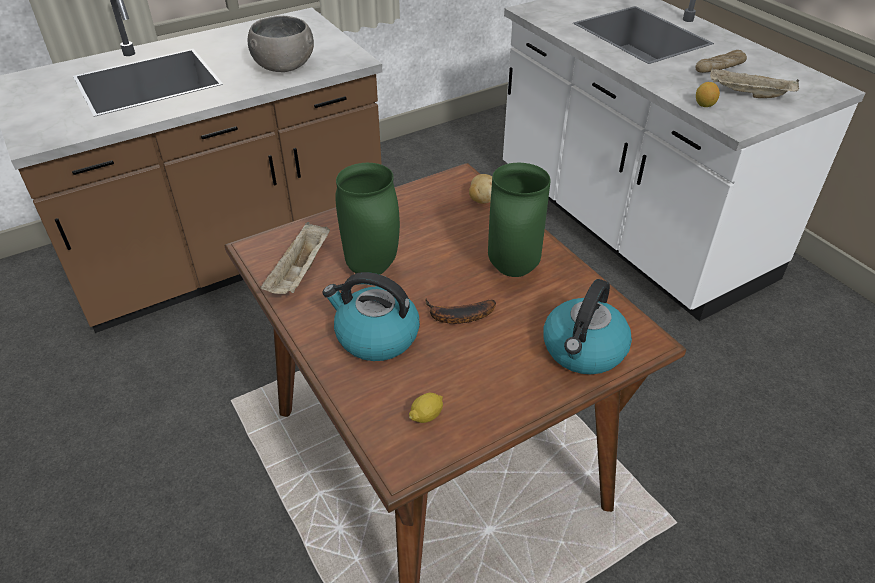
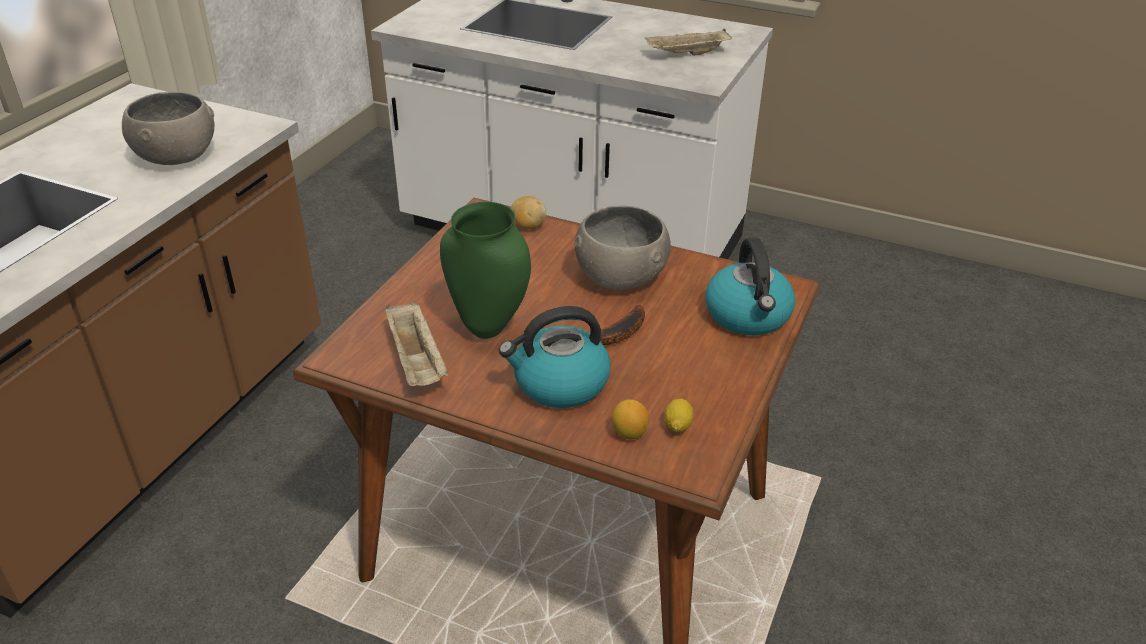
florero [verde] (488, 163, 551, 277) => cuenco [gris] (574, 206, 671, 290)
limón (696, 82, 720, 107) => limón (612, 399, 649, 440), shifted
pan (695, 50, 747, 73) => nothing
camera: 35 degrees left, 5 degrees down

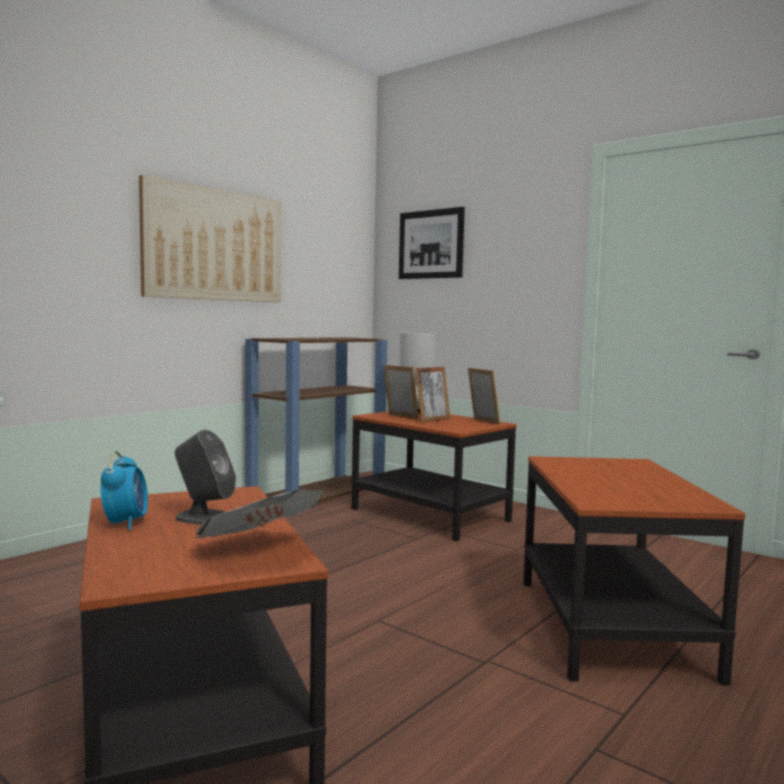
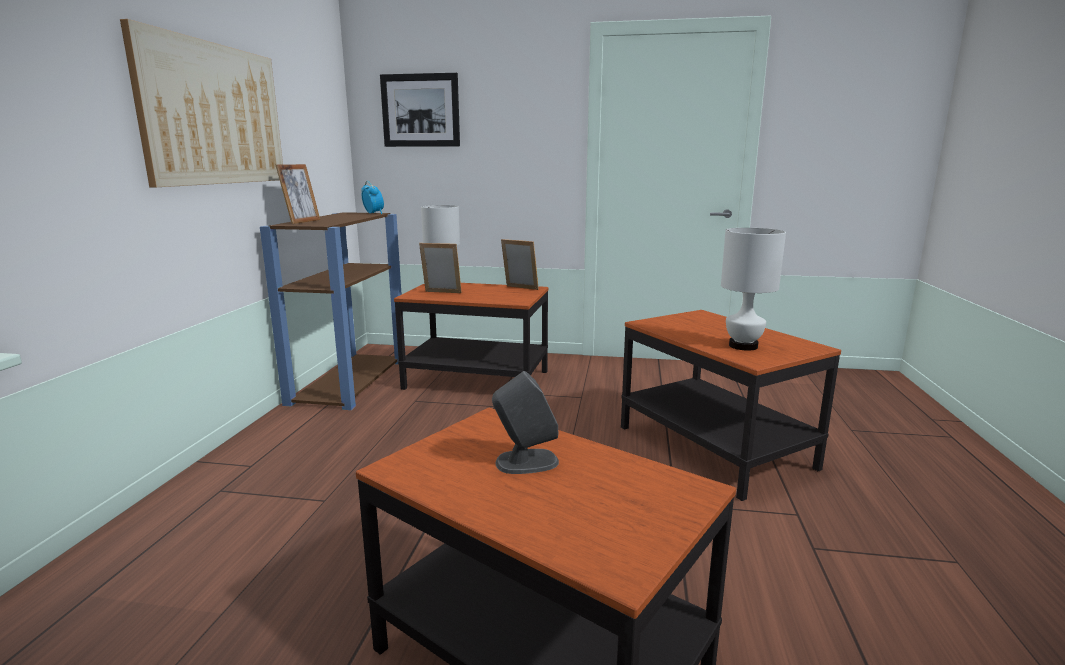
portarretratos (415, 367, 450, 423) => portarretratos (276, 164, 320, 224), shifted
despertador (100, 451, 148, 530) => despertador (361, 181, 384, 214), shifted
nothing => lámpara de mesa [blanco] (721, 228, 786, 351)
periódico (195, 489, 323, 538) => nothing
camera: 30 degrees left, 10 degrees up

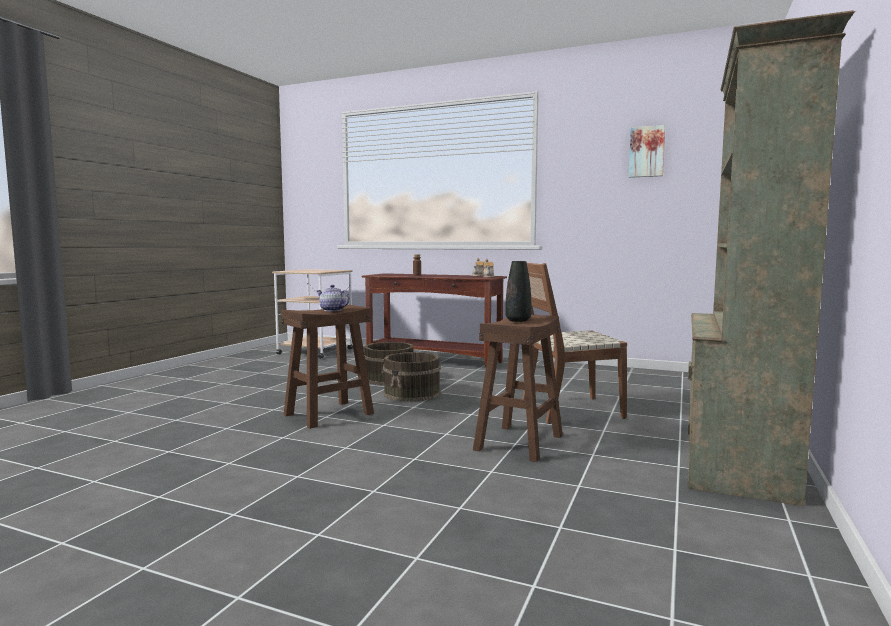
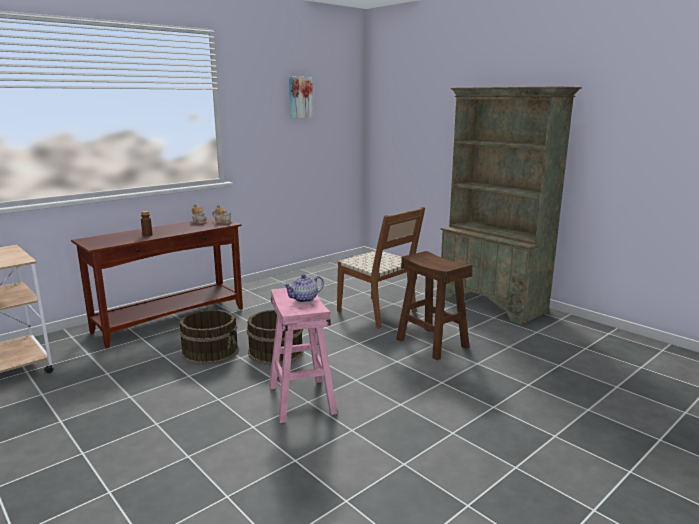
taburete [marrón] (281, 304, 374, 429) => taburete [rosa] (269, 288, 337, 423)
silla (522, 263, 627, 424) => silla (337, 207, 425, 329), 60 degrees counterclockwise
florero [negro] (505, 261, 531, 322) => nothing
camera: 65 degrees left, 10 degrees up

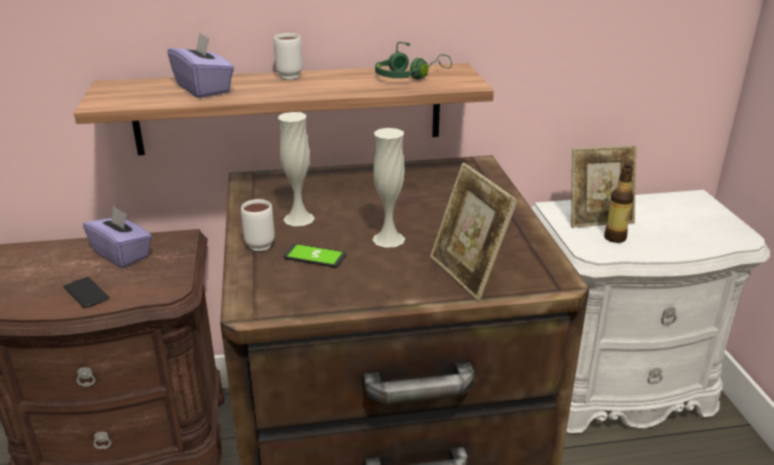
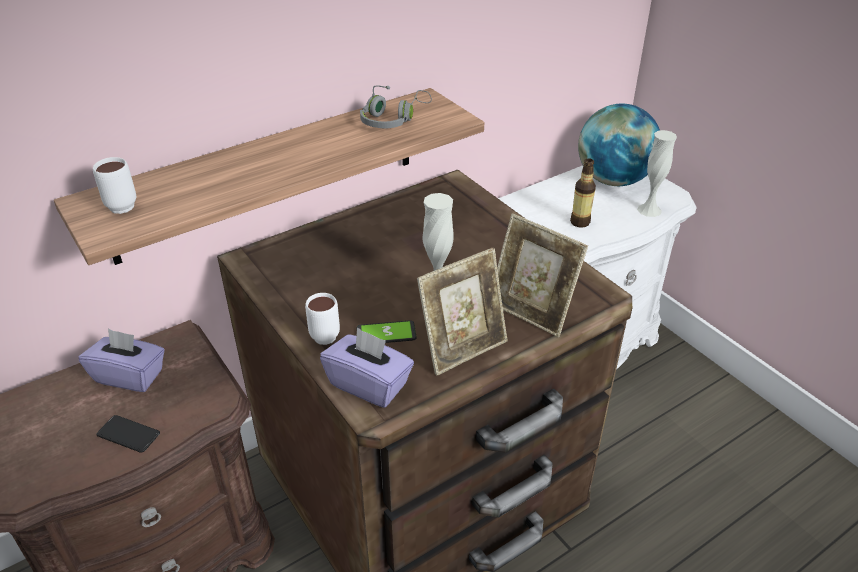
taza grande [blanco] (274, 33, 303, 79) => taza grande [blanco] (93, 157, 136, 214), shifted
caja de pañuelos [morado] (167, 33, 234, 98) => caja de pañuelos [morado] (320, 327, 414, 408), shifted
auriculares [verde] (375, 42, 452, 80) => auriculares [gris] (360, 85, 432, 128)
portarretratos (571, 146, 637, 228) => portarretratos (417, 248, 508, 376), shifted
nothing => globo terráqueo (578, 104, 660, 186)
florero [blanco] (278, 112, 315, 226) => florero [blanco] (637, 130, 677, 217), shifted
camera: 25 degrees left, 10 degrees up

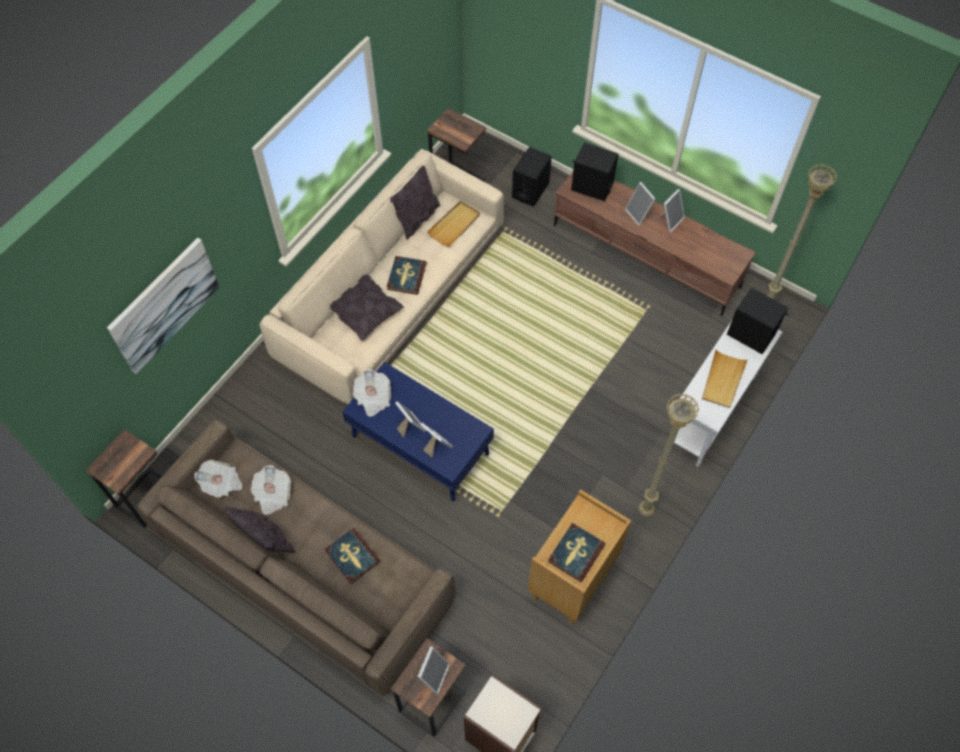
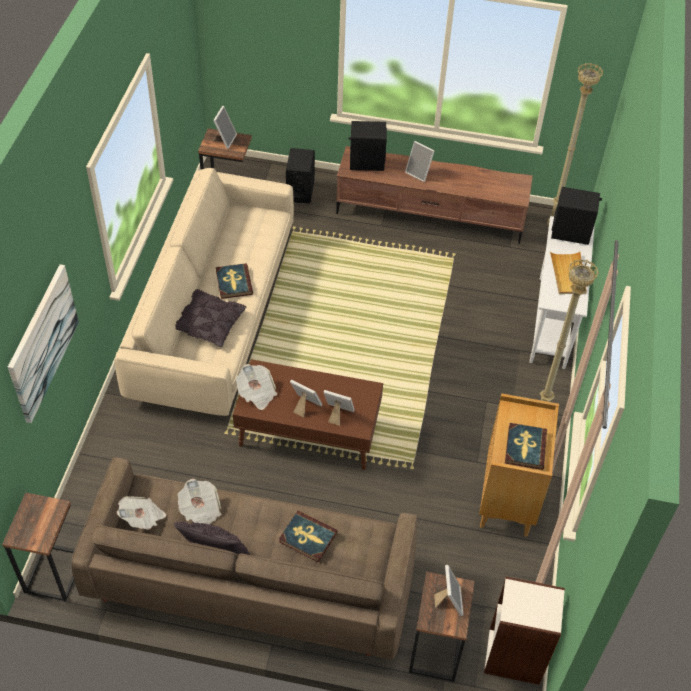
portarretratos (658, 189, 685, 232) => portarretratos (213, 106, 237, 149), shifted
mesa de centro [azul] (342, 362, 494, 501) => mesa de centro [marrón] (233, 359, 383, 470)
cojín [negro] (390, 166, 440, 240) => nothing
bandeja [beis] (427, 201, 480, 247) => nothing
camera: 25 degrees left, 10 degrees down

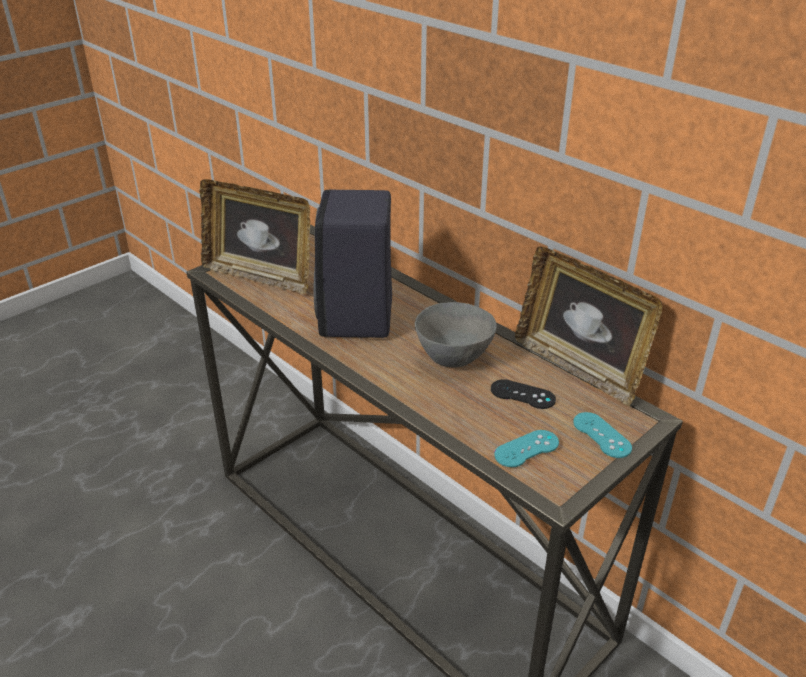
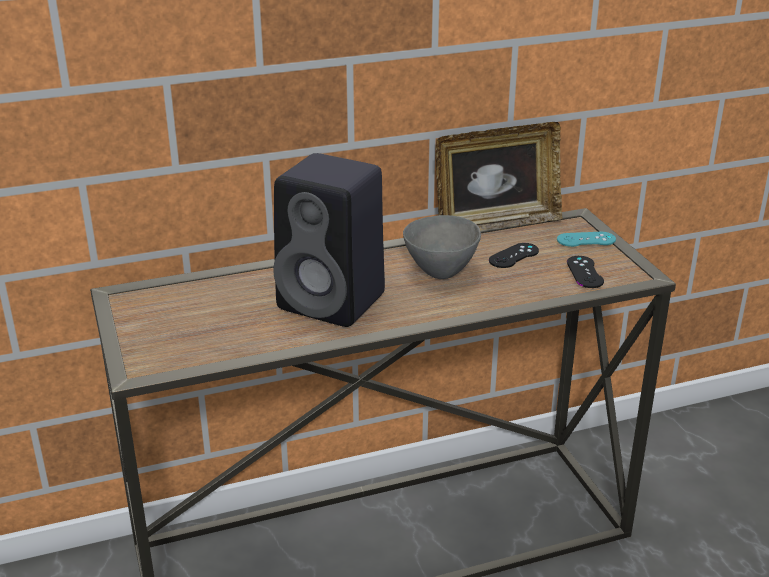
mando de consola [turquesa] (494, 430, 559, 467) => mando de consola [negro] (567, 256, 604, 288)
portarretratos (199, 179, 310, 294) => nothing
camera: 65 degrees left, 5 degrees down

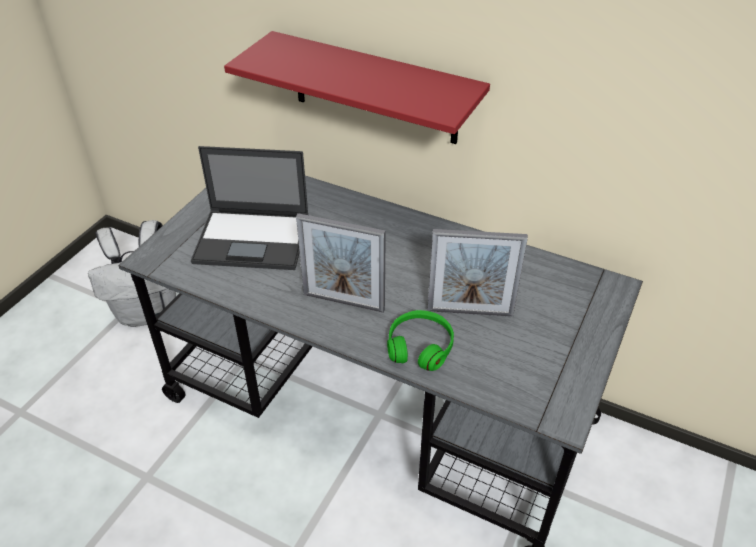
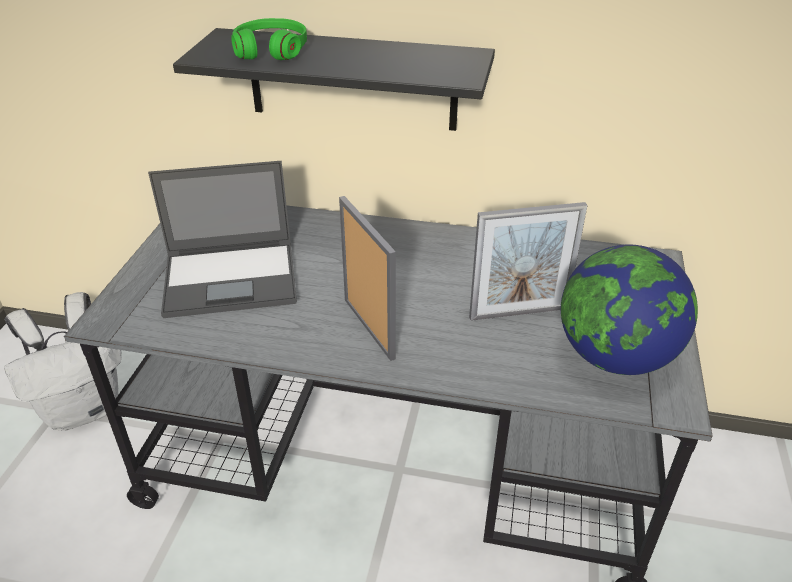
estante [rojo] (224, 31, 490, 144) => estante [negro] (173, 28, 495, 131)
auriculares [verde] (387, 310, 454, 371) => auriculares [verde] (231, 18, 307, 60), shifted
portarretratos (296, 213, 386, 313) => portarretratos (339, 196, 396, 361), 120 degrees counterclockwise
nothing => globo terráqueo (561, 245, 698, 375)
camera: 15 degrees left, 5 degrees down

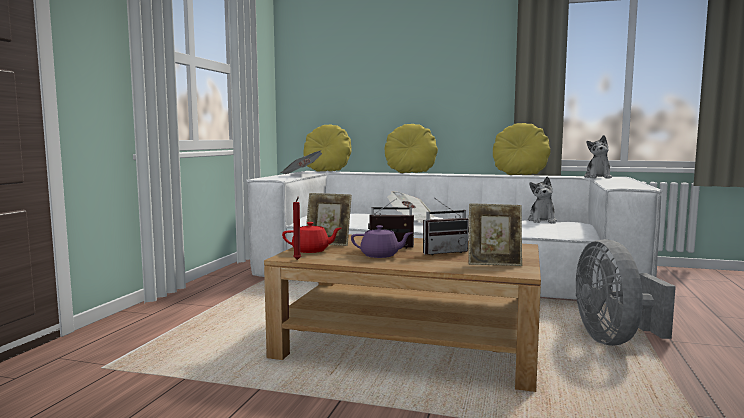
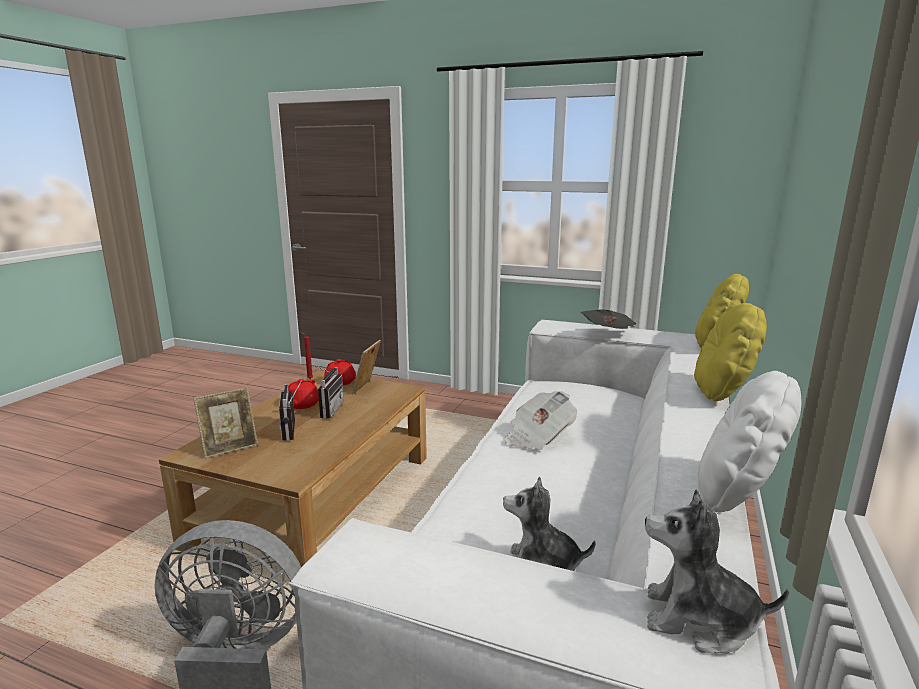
portarretratos (469, 204, 522, 266) => portarretratos (193, 388, 258, 459), 135 degrees counterclockwise
tetera [morado] (351, 225, 412, 258) => tetera [rojo] (288, 379, 319, 409)
cojín [amarillo] (493, 123, 550, 175) => cojín [blanco] (698, 371, 801, 512)
camera: 95 degrees right, 10 degrees up

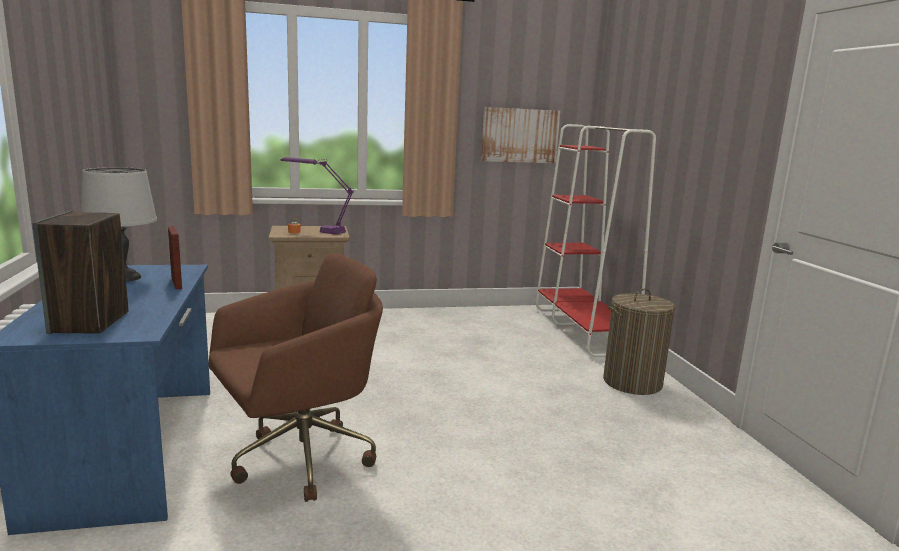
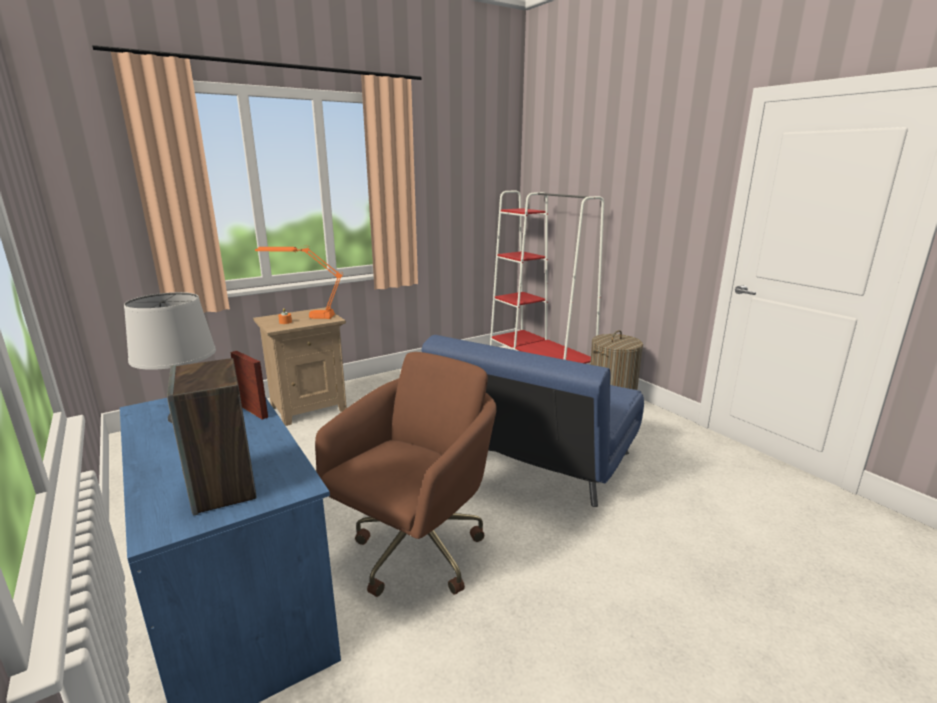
lámpara de mesa [morado] (281, 157, 354, 235) => lámpara de mesa [naranja] (255, 246, 342, 319)
nothing => sillón [azul] (422, 335, 644, 507)
cuadro (481, 107, 561, 163) => nothing
camera: 20 degrees left, 5 degrees up

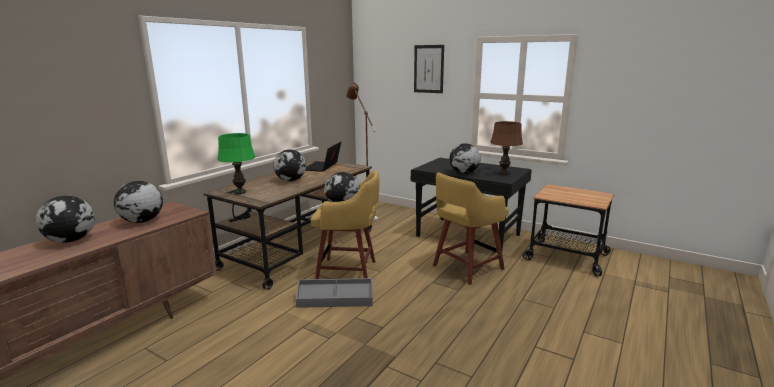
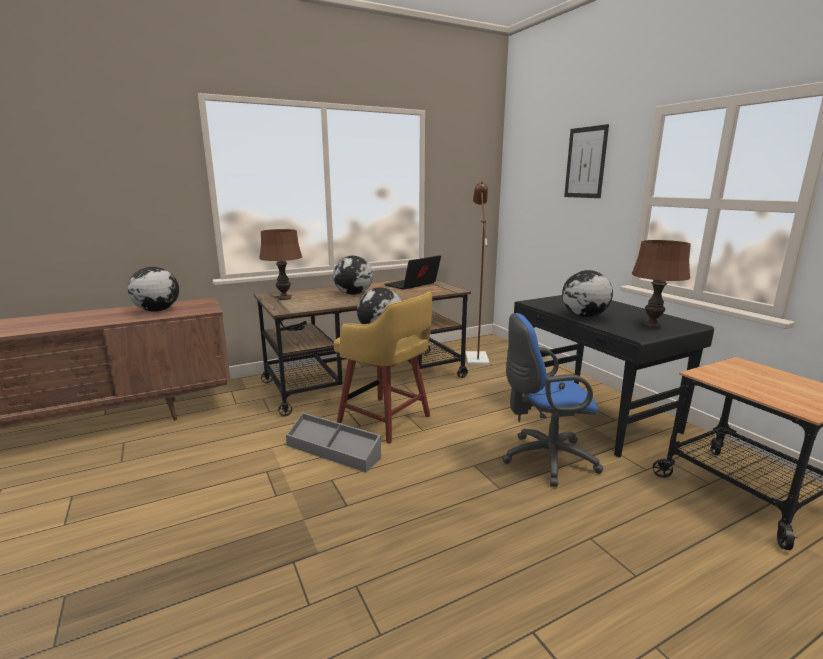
lámpara de mesa [verde] (217, 133, 255, 194) => lámpara de mesa [marrón] (259, 229, 302, 300)
taburete [amarillo] (433, 172, 509, 285) => silla de oficina [azul] (502, 313, 603, 487)
globo terráqueo (36, 196, 95, 243) => nothing
camera: 30 degrees right, 0 degrees up

